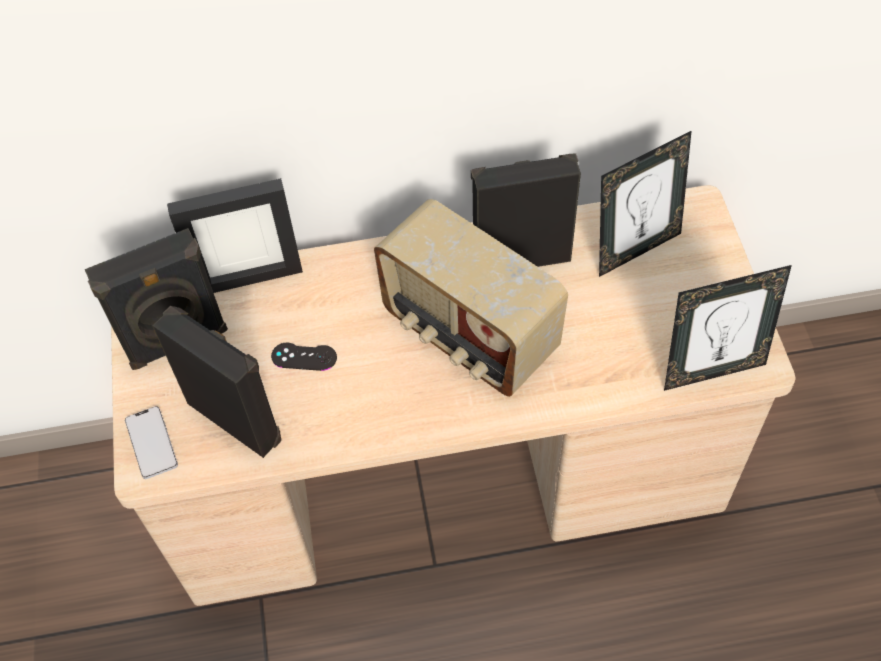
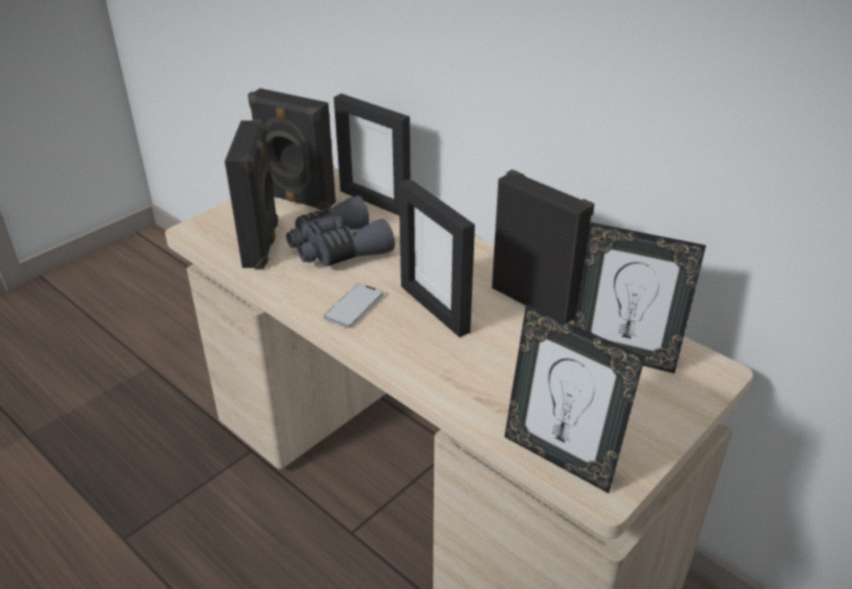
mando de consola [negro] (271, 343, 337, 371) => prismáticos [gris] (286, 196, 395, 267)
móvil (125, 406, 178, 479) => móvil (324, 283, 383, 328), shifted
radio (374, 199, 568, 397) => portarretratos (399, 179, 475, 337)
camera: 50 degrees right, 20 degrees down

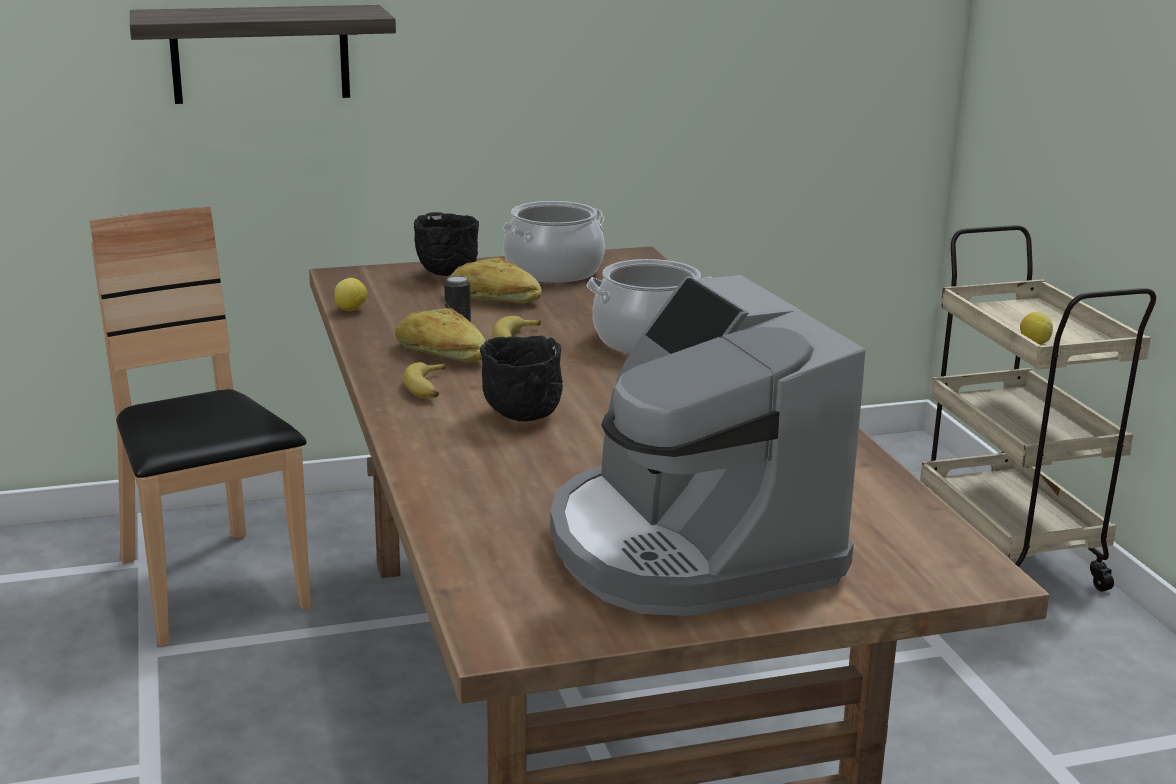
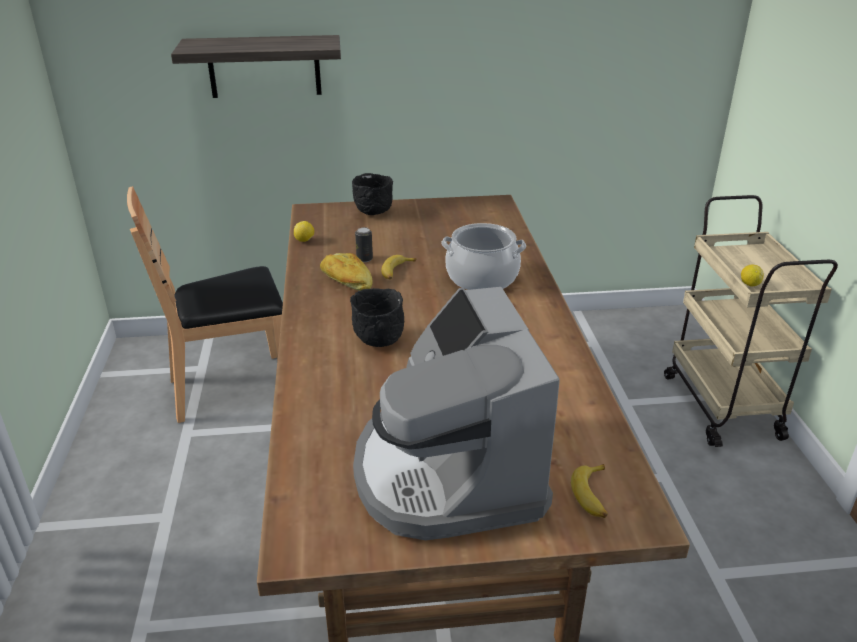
silla [marrón] (90, 207, 311, 646) => silla [marrón] (127, 186, 283, 423), 90 degrees counterclockwise
plátano (403, 362, 445, 399) => plátano (571, 464, 608, 518), shifted
pan (450, 257, 542, 304) => nothing
olla (503, 201, 605, 283) => nothing
camera: 10 degrees right, 10 degrees up

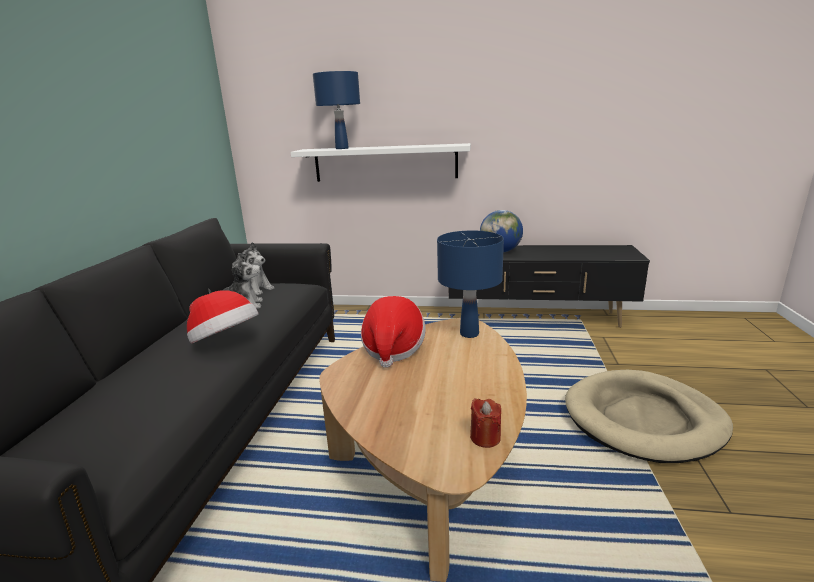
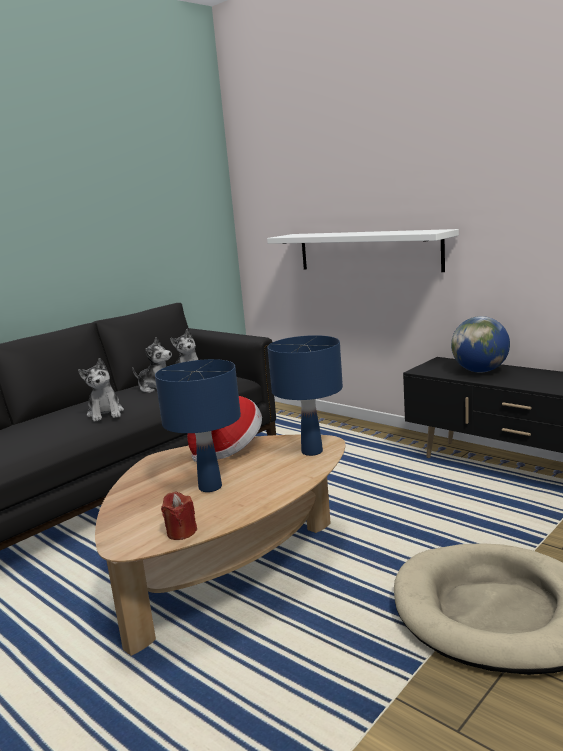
sombrero (187, 291, 259, 344) => peluche (78, 358, 124, 422)
lámpara de mesa [azul] (313, 71, 360, 149) => lámpara de mesa [azul] (155, 359, 241, 492), shifted
camera: 35 degrees right, 5 degrees down

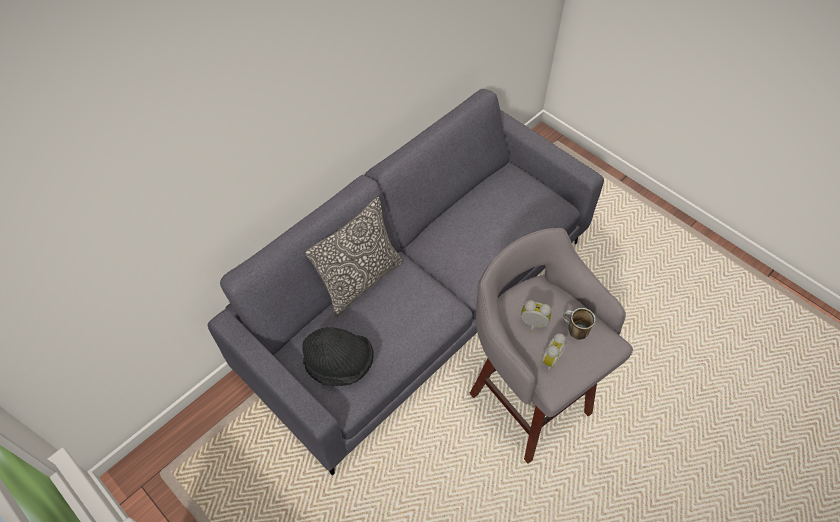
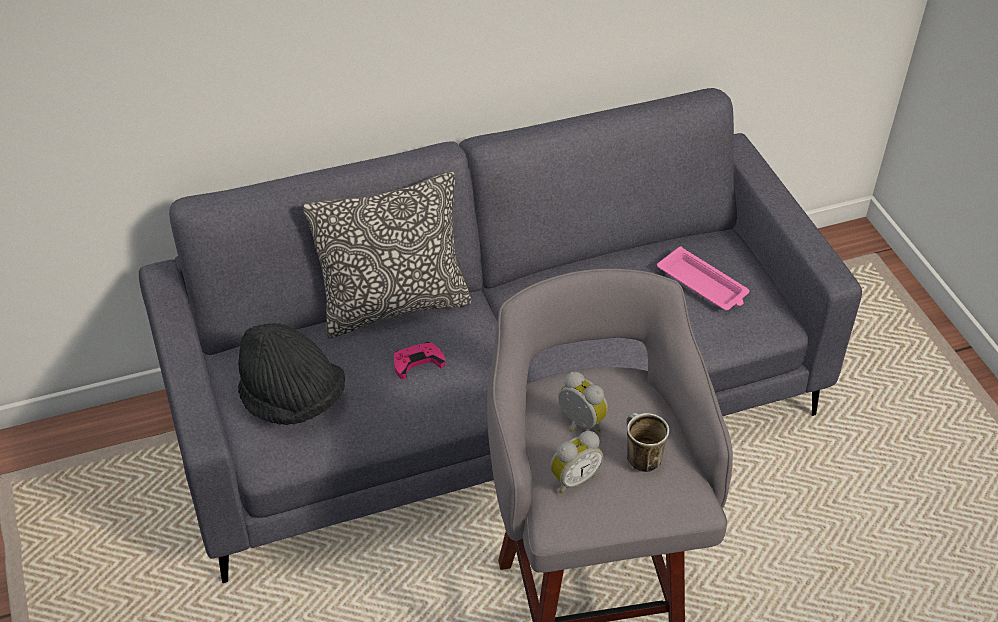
nothing => mando de consola [rosa] (394, 342, 445, 379)
nothing => bandeja [rosa] (657, 246, 749, 310)
camera: 25 degrees right, 10 degrees down

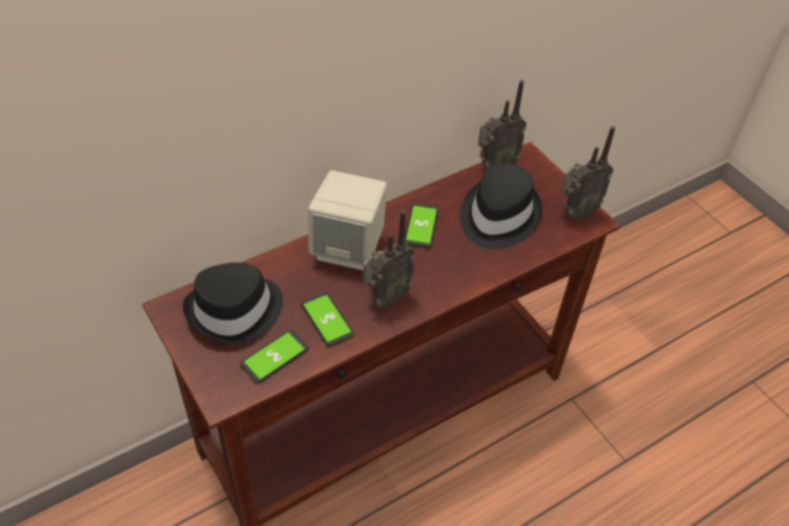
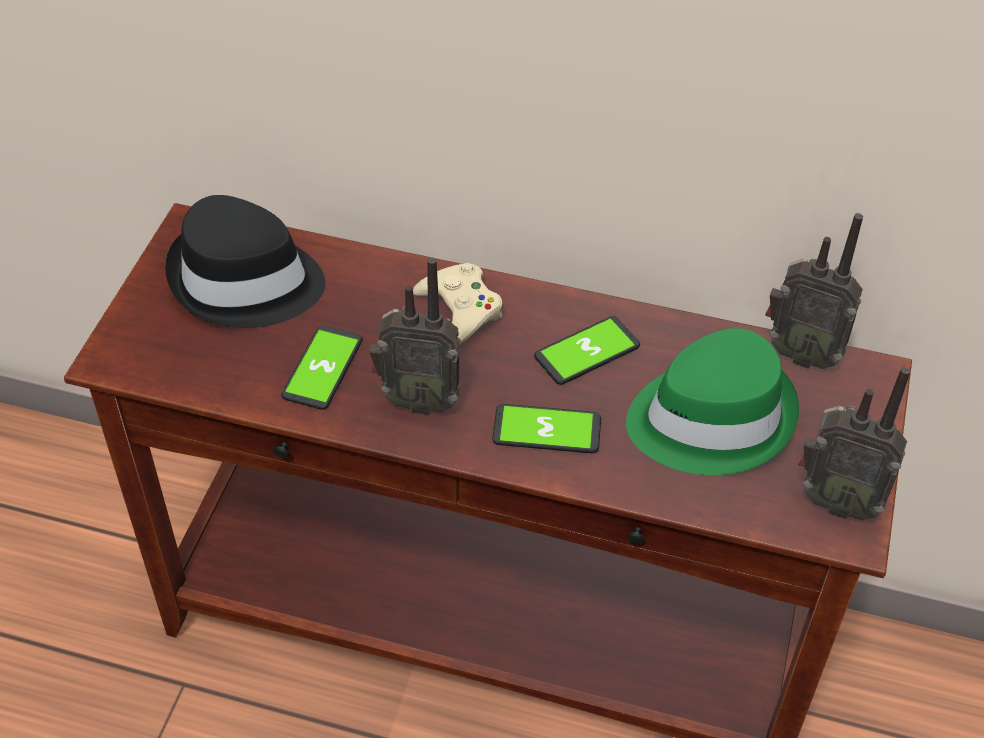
altavoz [beis] (308, 170, 387, 271) => mando de consola [beis] (413, 263, 503, 345)
móvil (240, 330, 309, 383) => móvil (492, 404, 601, 453), shifted
sombrero [negro] (460, 163, 542, 249) => sombrero [verde] (626, 328, 799, 475)
camera: 50 degrees right, 0 degrees up

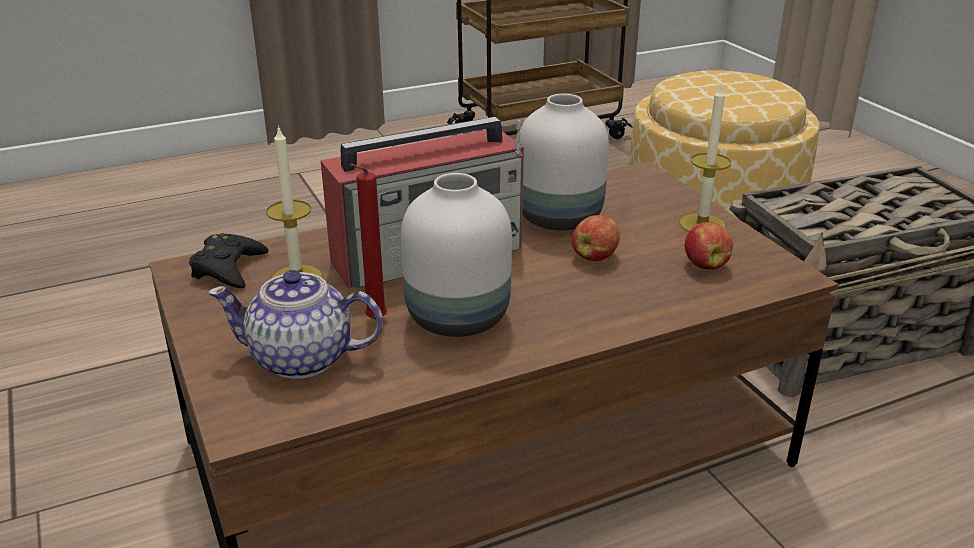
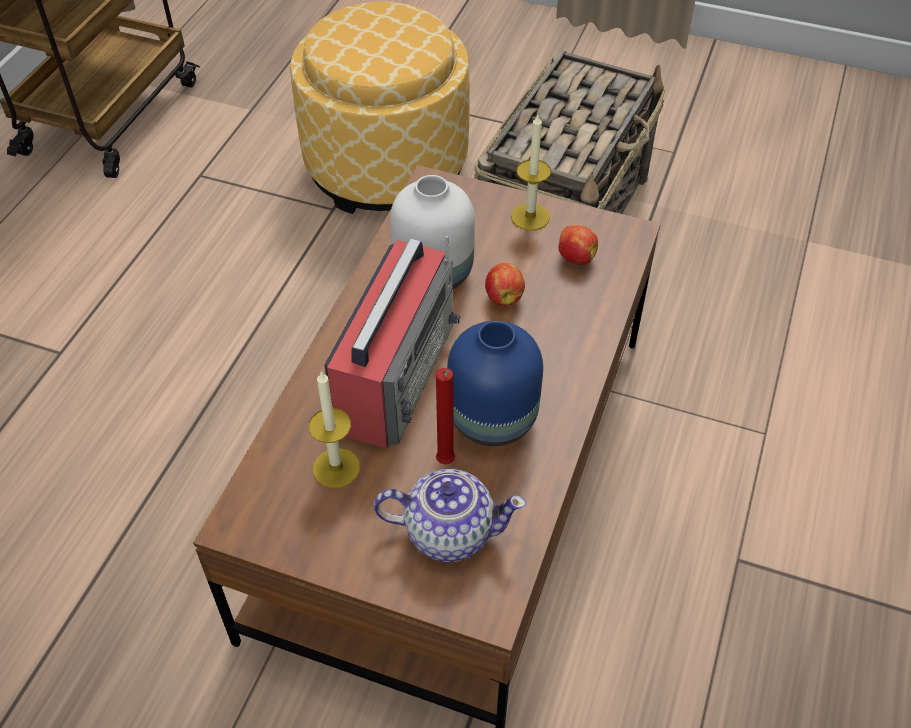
tetera (208, 270, 383, 379) => tetera (374, 469, 526, 562), 135 degrees counterclockwise
florero [blanco] (401, 173, 512, 337) => florero [azul] (447, 321, 543, 446)
mando de consola [negro] (189, 233, 269, 288) => nothing
camera: 45 degrees left, 20 degrees up

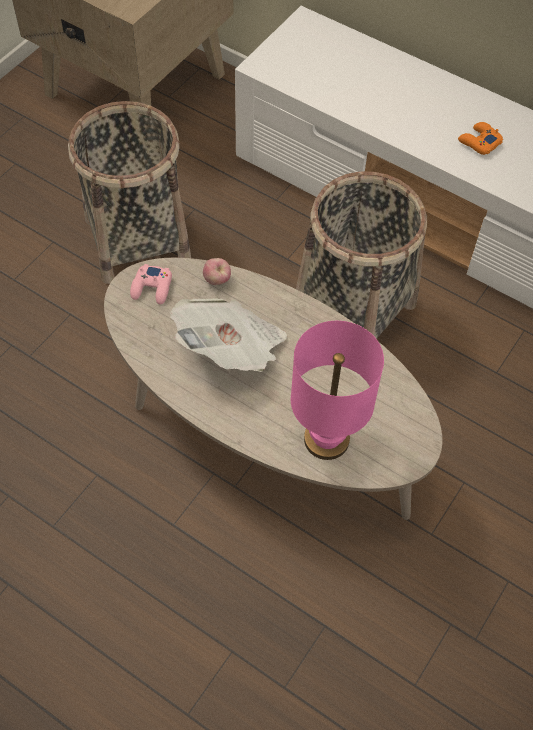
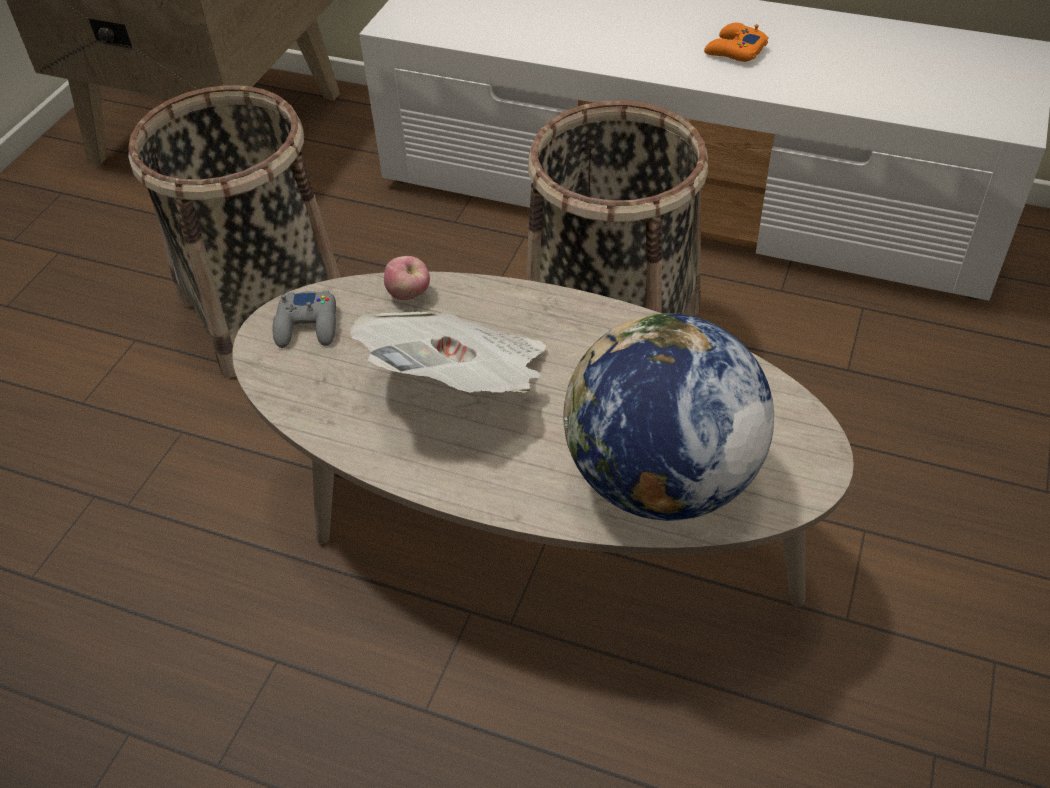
mando de consola [rosa] (130, 264, 172, 305) => mando de consola [gris] (273, 290, 336, 348)
lámpara de mesa [rosa] (291, 321, 384, 460) => globo terráqueo (563, 313, 774, 521)
camera: 10 degrees left, 10 degrees down

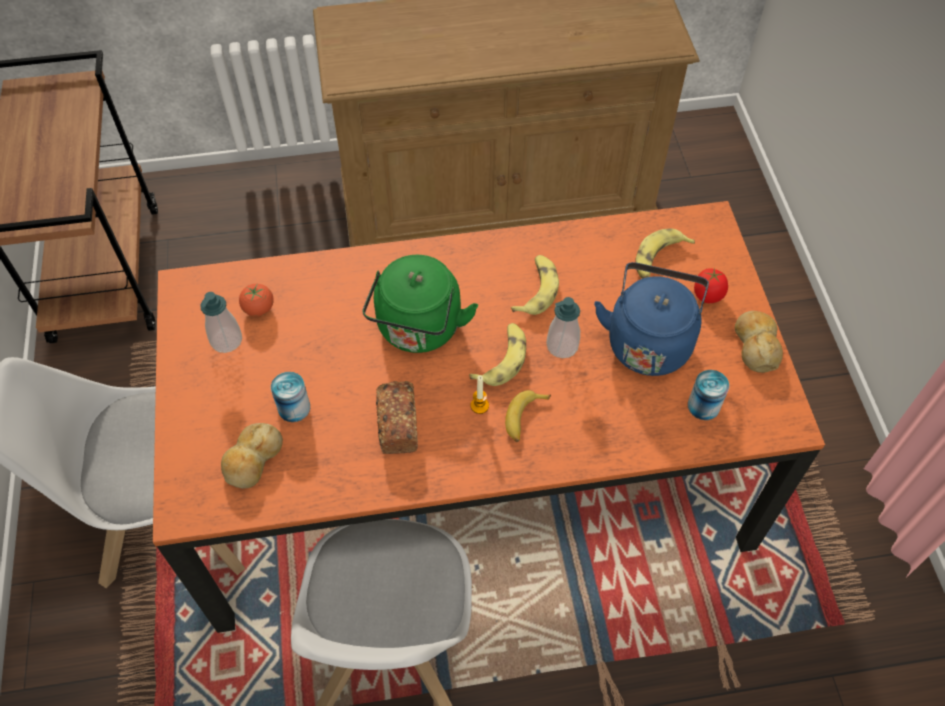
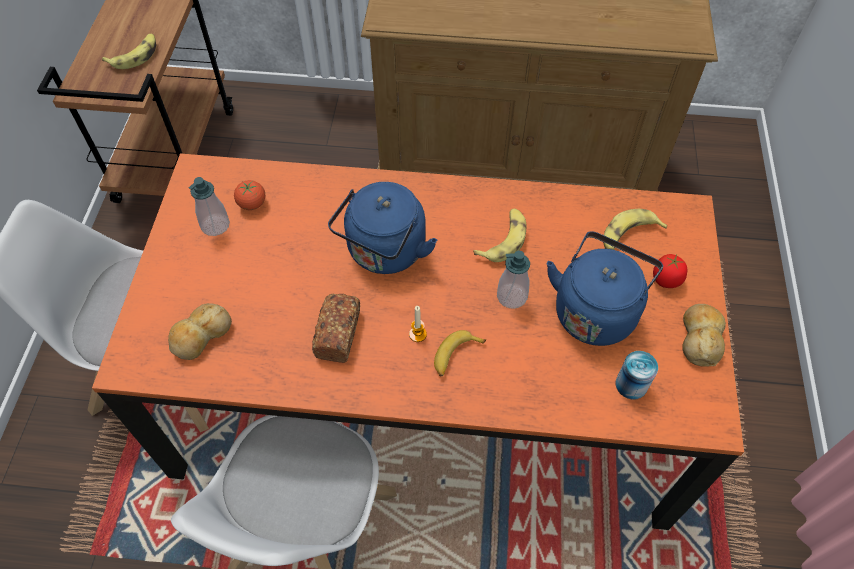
plátano (469, 323, 526, 386) => plátano (102, 34, 156, 69), shifted
hervidor [verde] (362, 255, 478, 353) => hervidor [azul] (328, 182, 437, 274)
lata (271, 372, 310, 422) => nothing
camera: 15 degrees right, 0 degrees up

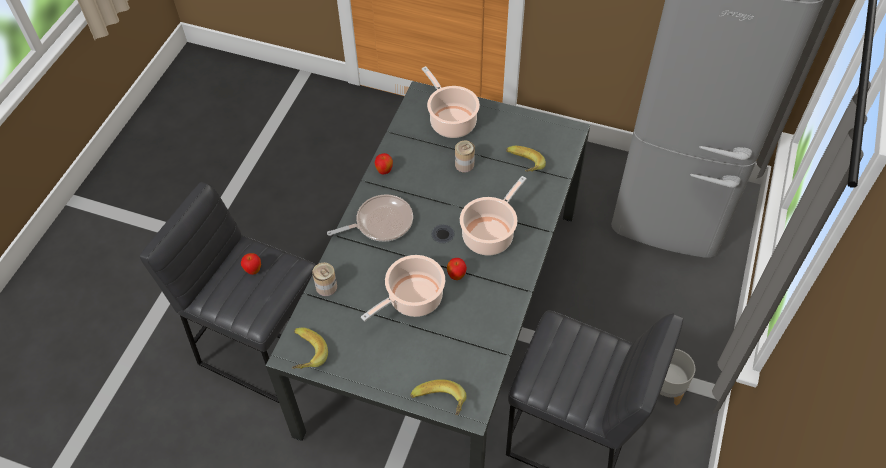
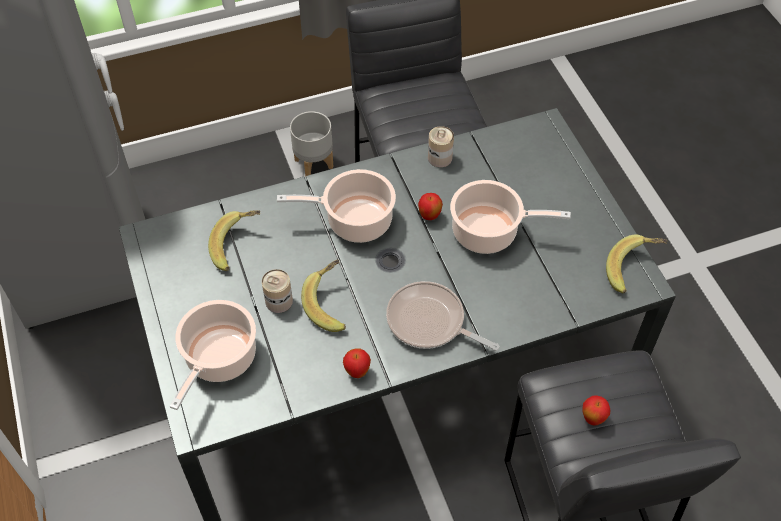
plátano (410, 379, 467, 416) => plátano (301, 259, 346, 332), shifted
lata (312, 263, 337, 296) => lata (428, 126, 454, 167), shifted
camera: 130 degrees left, 0 degrees up

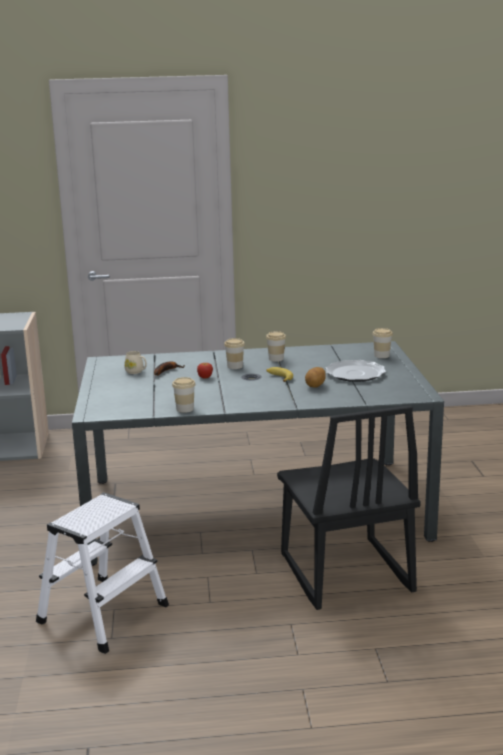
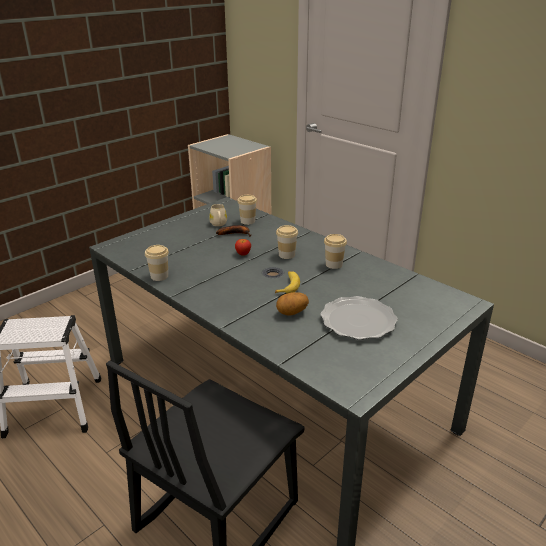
taza (372, 328, 393, 358) => taza (237, 195, 257, 225), shifted
camera: 50 degrees right, 10 degrees up

